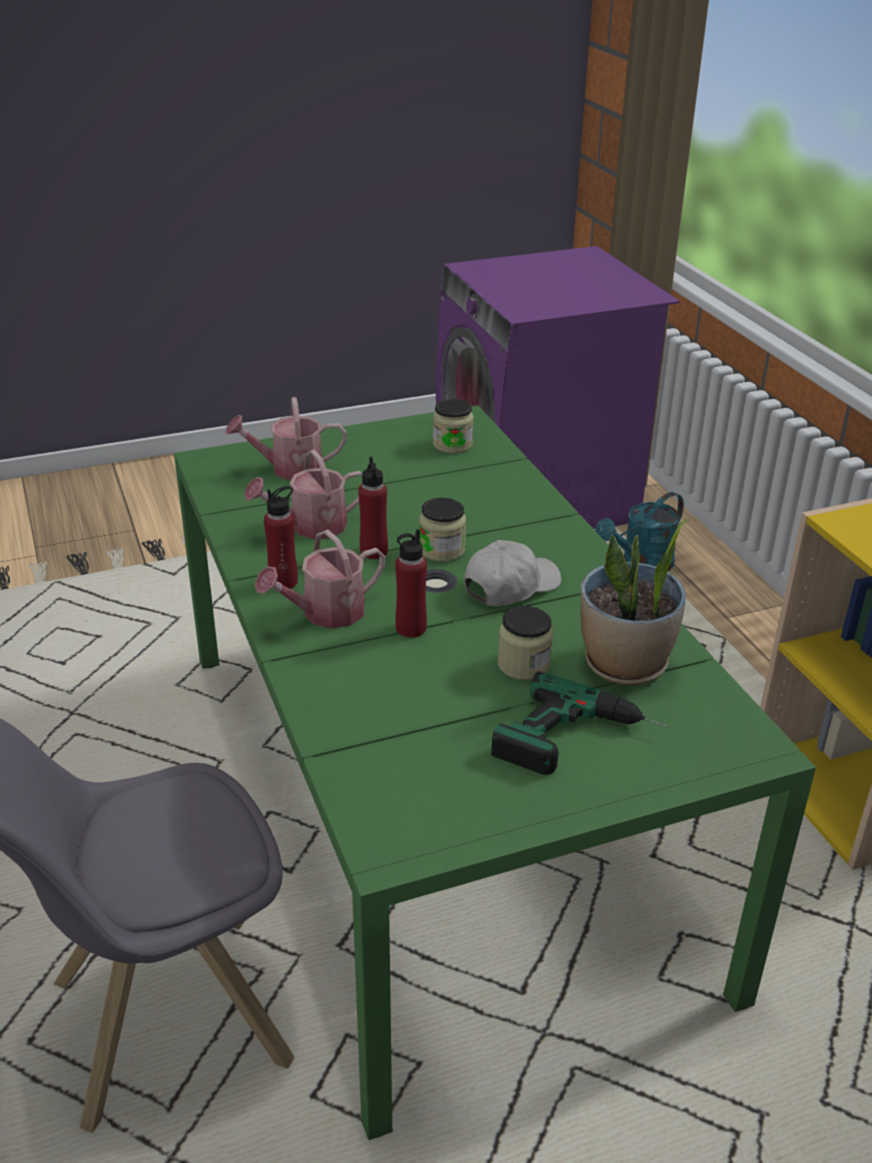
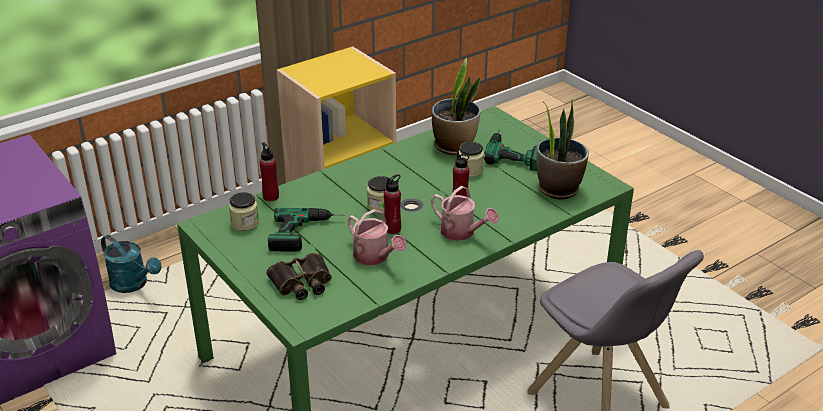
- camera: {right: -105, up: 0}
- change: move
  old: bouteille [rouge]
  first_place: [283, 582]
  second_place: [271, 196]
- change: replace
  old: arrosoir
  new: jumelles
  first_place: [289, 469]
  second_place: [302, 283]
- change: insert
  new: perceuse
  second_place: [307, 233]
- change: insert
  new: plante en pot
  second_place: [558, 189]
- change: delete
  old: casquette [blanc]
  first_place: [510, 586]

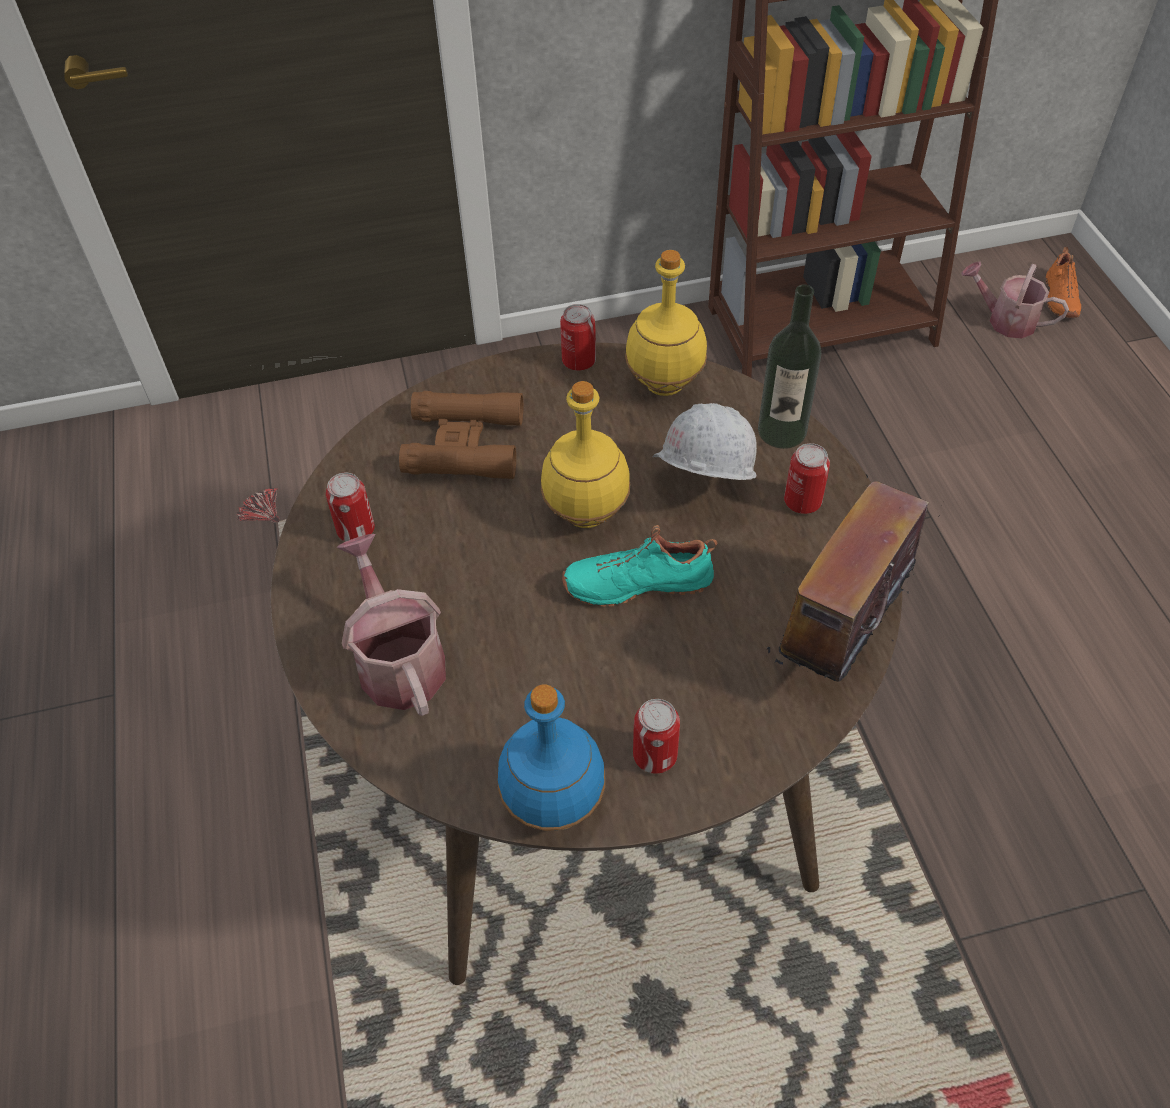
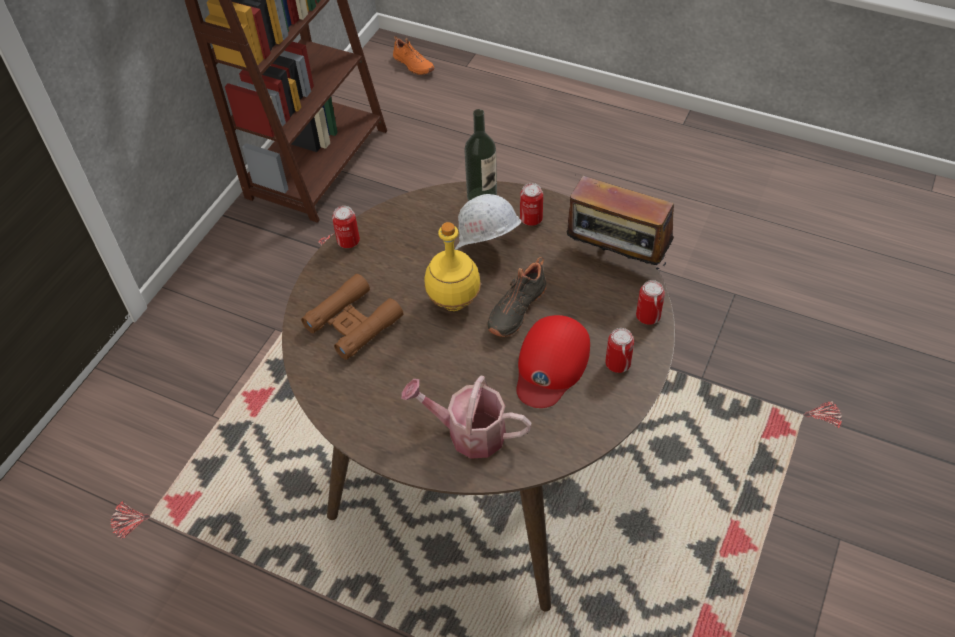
- camera: {right: -50, up: 0}
- change: recolor
  old: chaussure [turquoise]
  new: chaussure [noir]
  first_place: [637, 581]
  second_place: [515, 308]
- change: insert
  new: casquette [rouge]
  second_place: [551, 364]
- change: rotate
  old: radio
  first_place: [836, 637]
  second_place: [616, 259]
  degrees: -45
- change: move
  old: boîte métallique
  first_place: [356, 530]
  second_place: [648, 316]
- change: delete
  old: bouteille [bleu]
  first_place: [555, 803]
- change: delete
  old: bouteille [jaune]
  first_place: [665, 384]
- change: delete
  old: arrosoir
  first_place: [1005, 320]

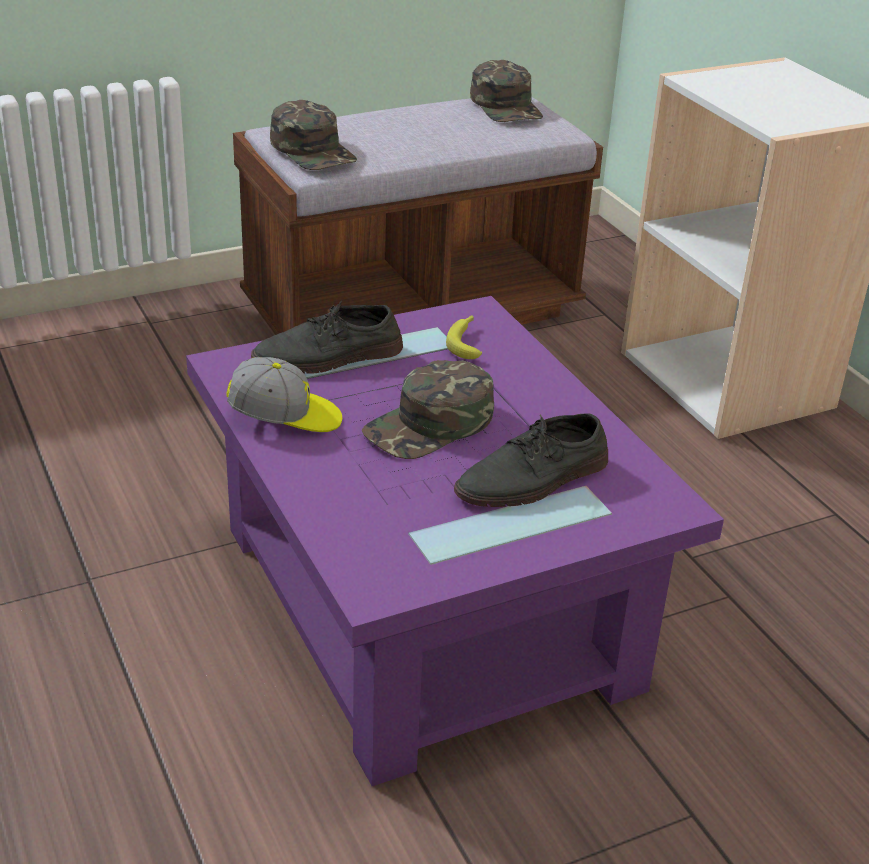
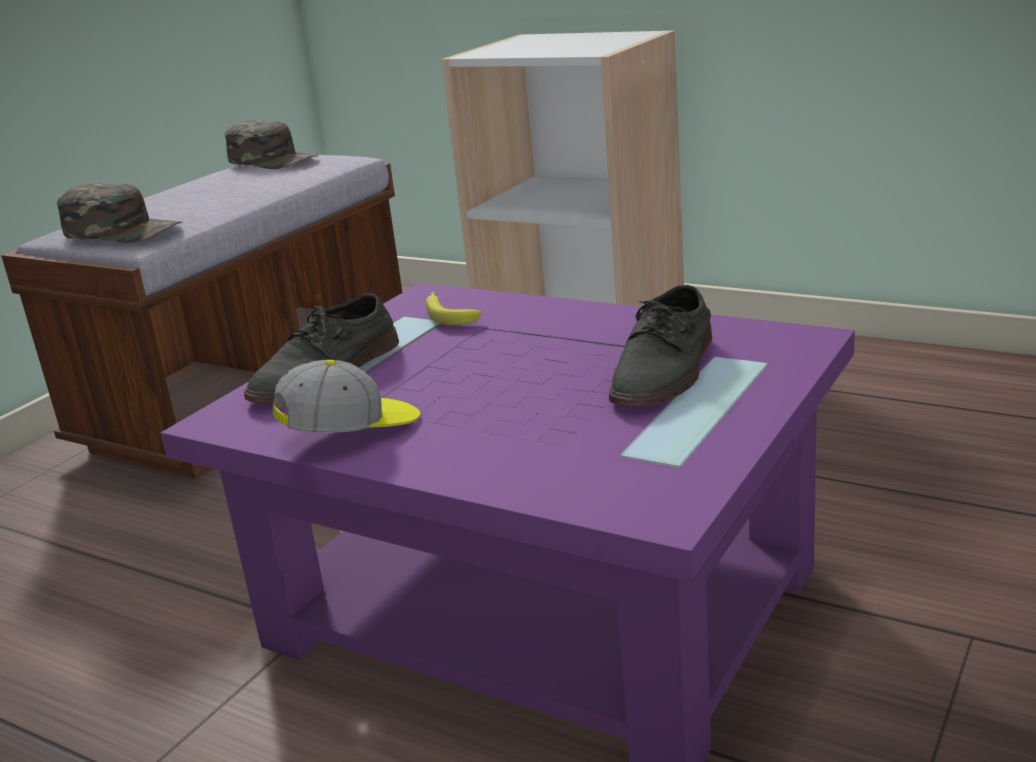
- camera: {right: -30, up: -10}
- change: delete
  old: casquette [vert]
  first_place: [430, 425]

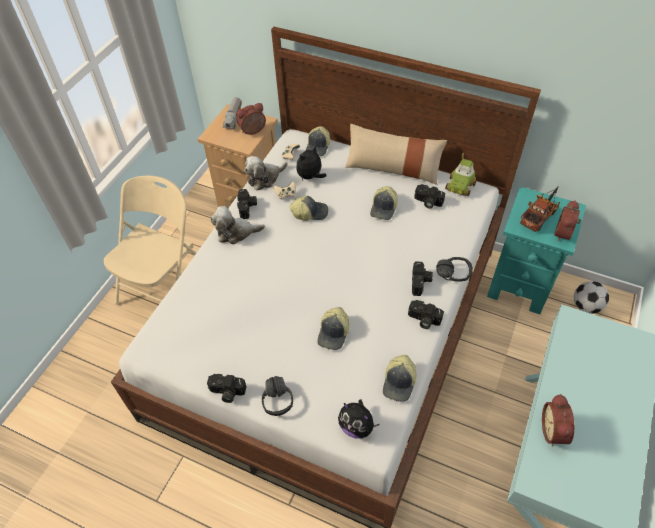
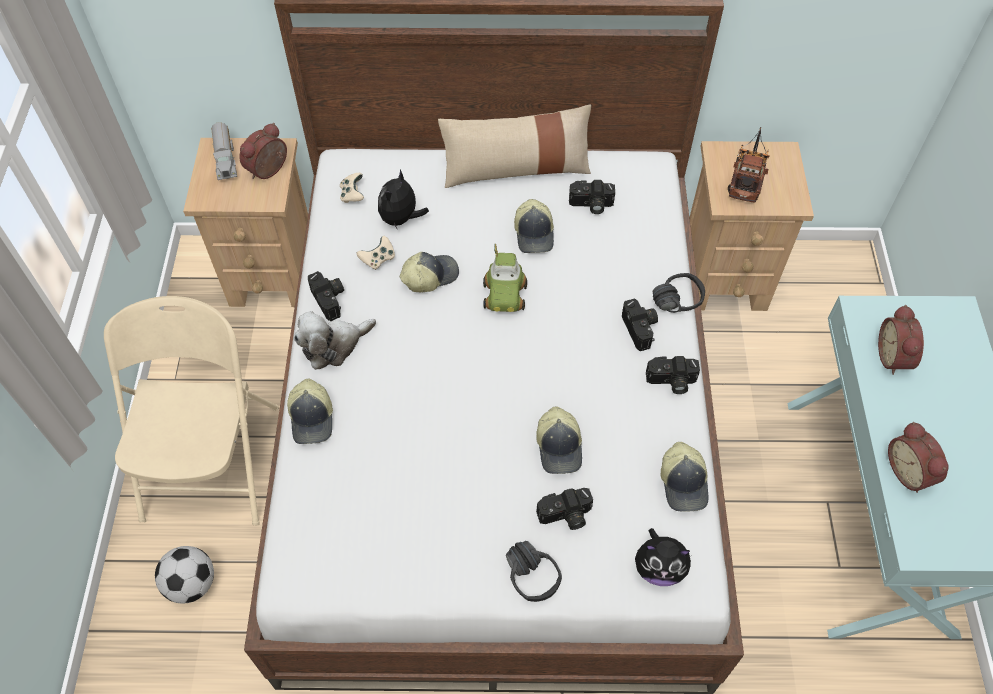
- camera: {right: -25, up: 5}
- change: move
  old: ballon de foot
  first_place: [585, 306]
  second_place: [191, 584]
- change: move
  old: casquette
  first_place: [318, 146]
  second_place: [313, 418]
- change: move
  old: petite voiture
  first_place: [460, 186]
  second_place: [505, 295]
- change: move
  old: appareil photo
  first_place: [226, 392]
  second_place: [565, 516]
- change: recolor
  old: table de chevet [turquoise]
  new: table de chevet [beige]
  first_place: [519, 286]
  second_place: [724, 280]
- change: move
  old: réveil
  first_place: [564, 233]
  second_place: [895, 357]
- change: delete
  old: peluche
  first_place: [265, 178]

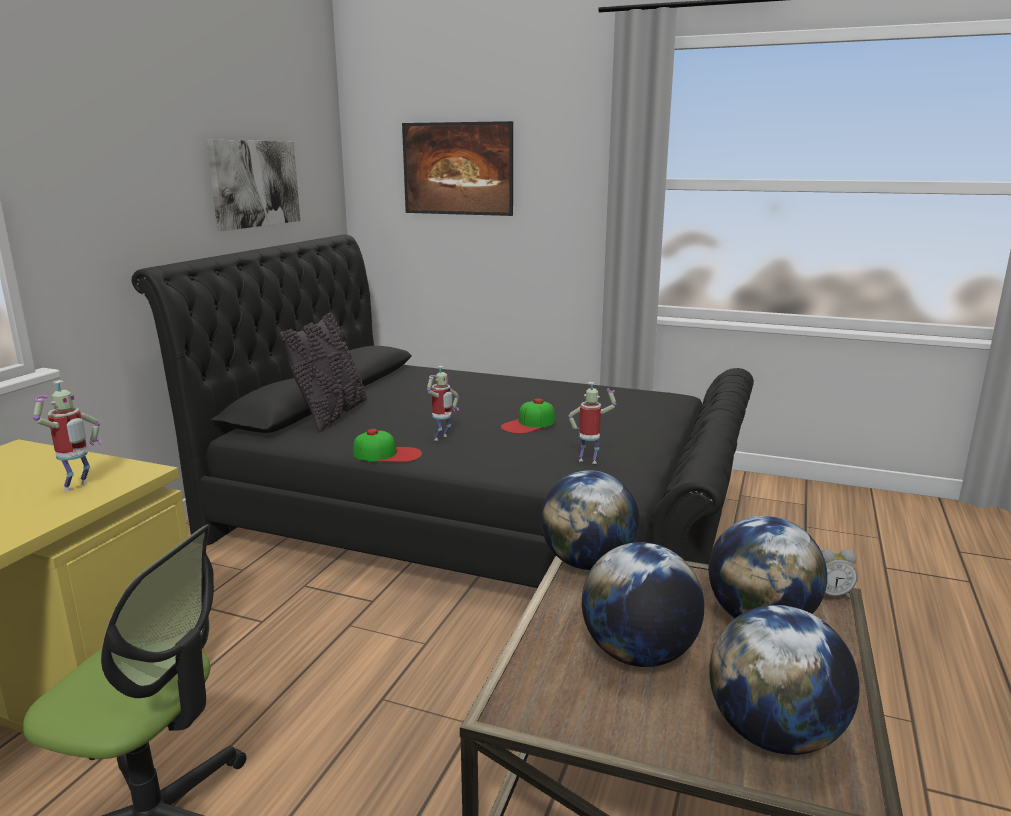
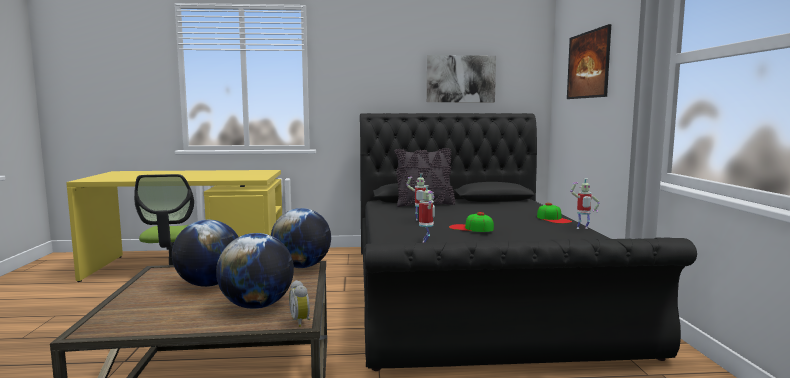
- camera: {right: 65, up: -10}
- change: move
  old: casquette
  first_place: [387, 454]
  second_place: [553, 219]
- change: move
  old: robot jouet
  first_place: [78, 487]
  second_place: [582, 228]
- change: delete
  old: globe
  first_place: [774, 734]

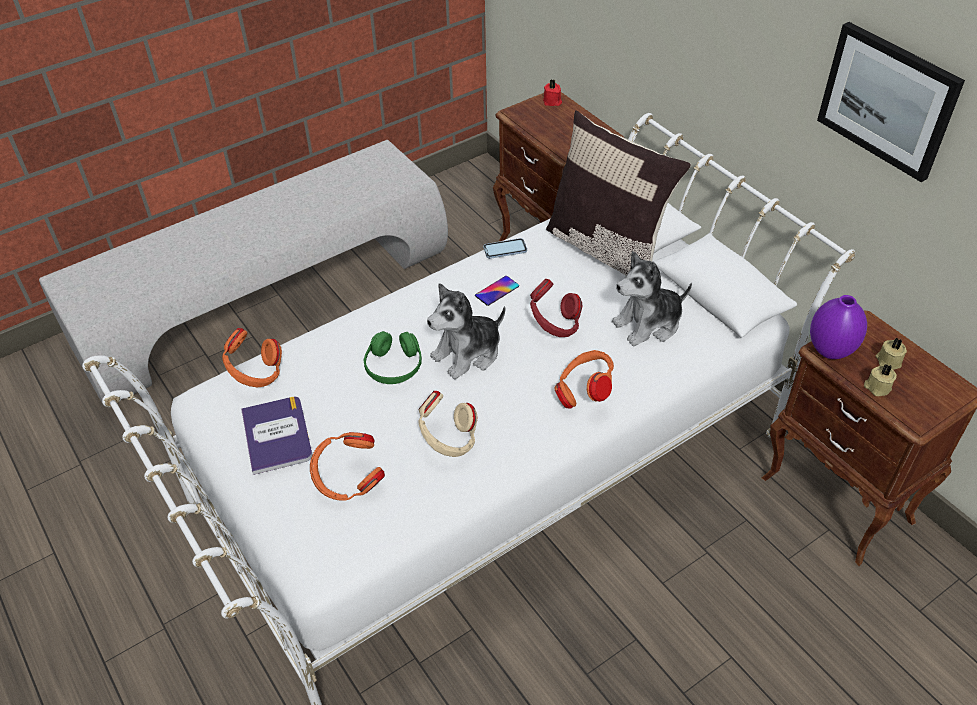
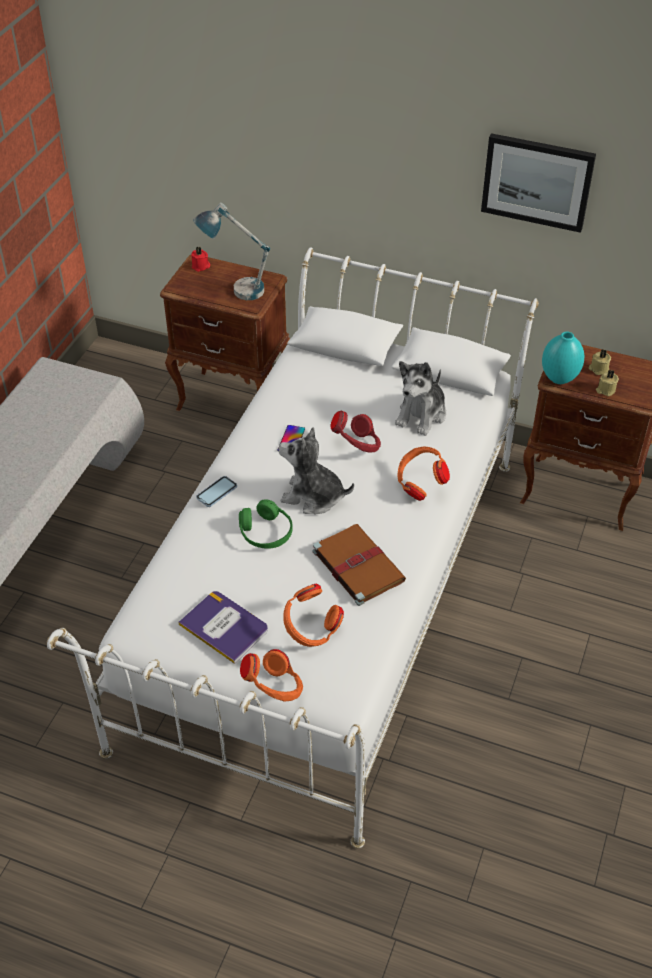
- camera: {right: -35, up: 0}
- change: insert
  new: lampe de table
  second_place: [235, 289]
- change: move
  old: téléphone
  first_place: [505, 249]
  second_place: [216, 492]
- change: move
  old: casque audio [orange]
  first_place: [256, 375]
  second_place: [274, 689]
- change: rotate
  old: peluche
  first_place: [468, 353]
  second_place: [313, 496]
  degrees: 90
- change: replace
  old: casque audio [beige]
  new: livre [marron]
  first_place: [448, 441]
  second_place: [357, 565]
- change: recolor
  old: vase [violet]
  new: vase [turquoise]
  first_place: [829, 351]
  second_place: [559, 379]
- change: delete
  old: coussin
  first_place: [607, 250]

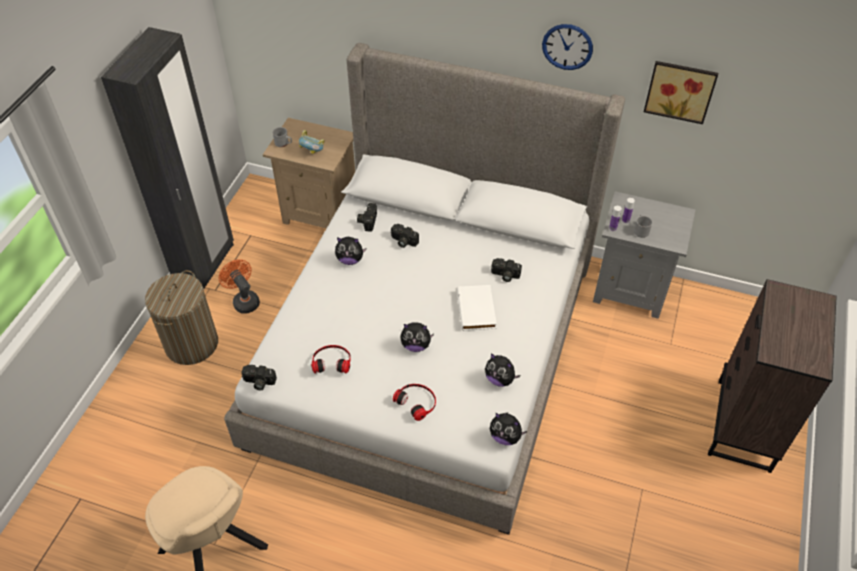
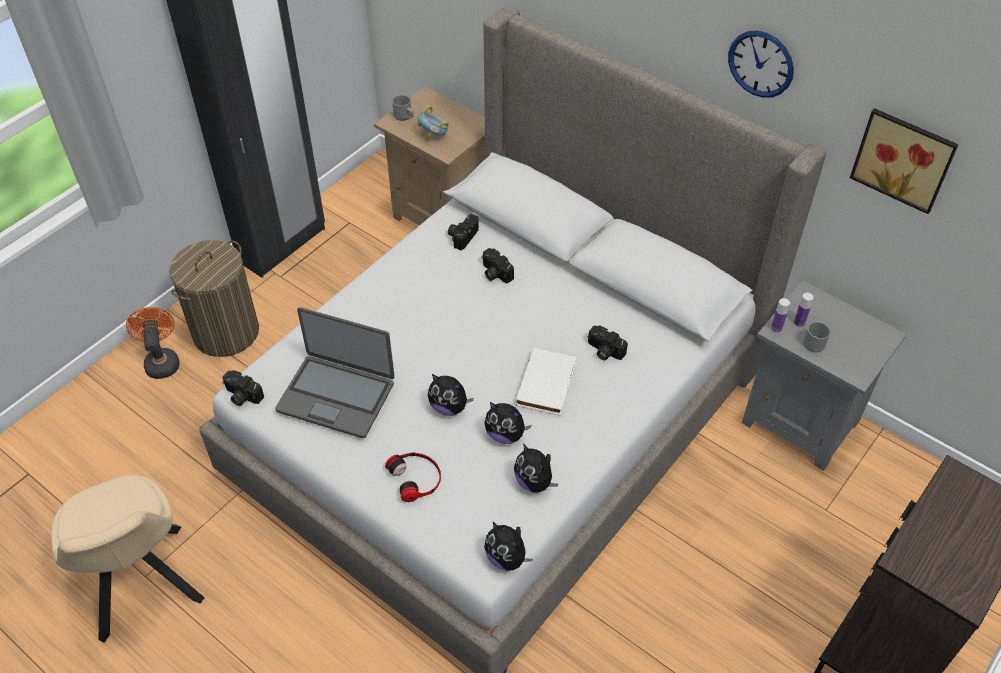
- camera: {right: 20, up: 0}
- change: move
  old: ventilateur [orange]
  first_place: [244, 300]
  second_place: [161, 361]
- change: replace
  old: casque audio
  new: ordinateur portable
  first_place: [332, 361]
  second_place: [336, 396]
- change: move
  old: peluche
  first_place: [350, 260]
  second_place: [505, 434]

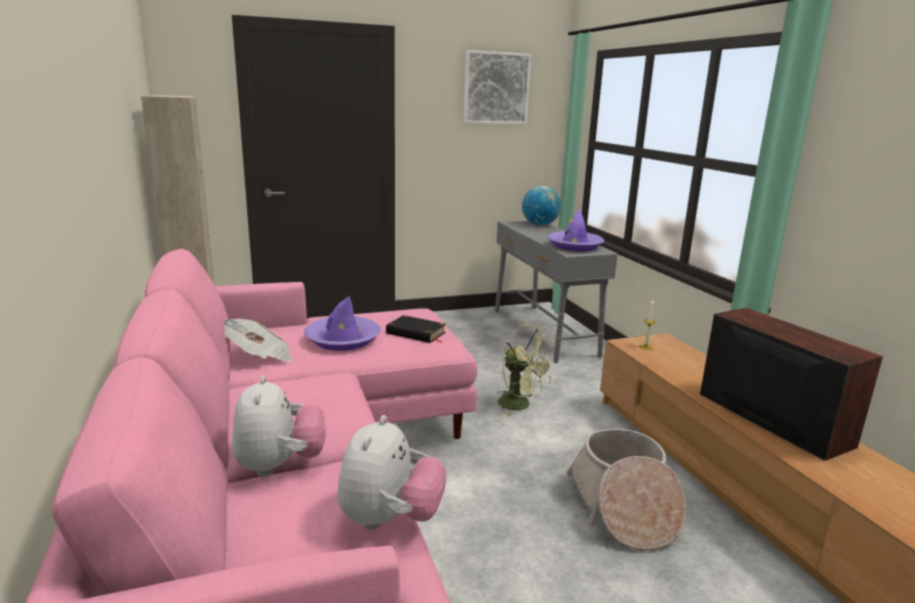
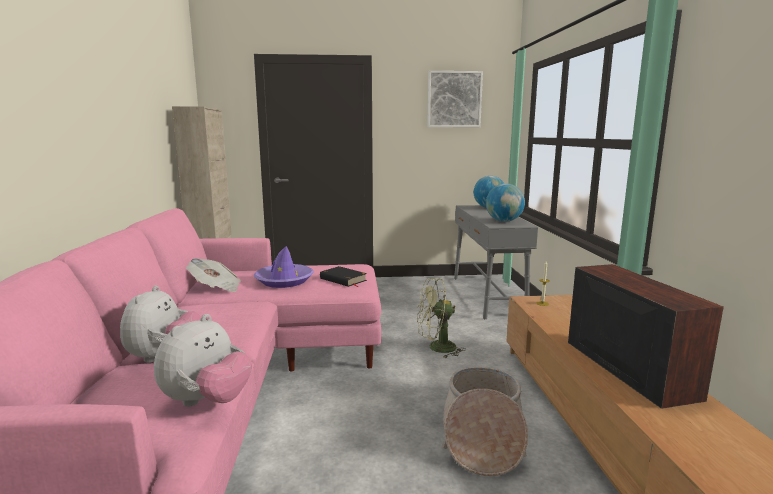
- camera: {right: 15, up: -5}
- change: rotate
  old: ventilateur [vert]
  first_place: [521, 405]
  second_place: [436, 348]
  degrees: 120
- change: replace
  old: chapeau [violet]
  new: globe
  first_place: [575, 246]
  second_place: [504, 221]

